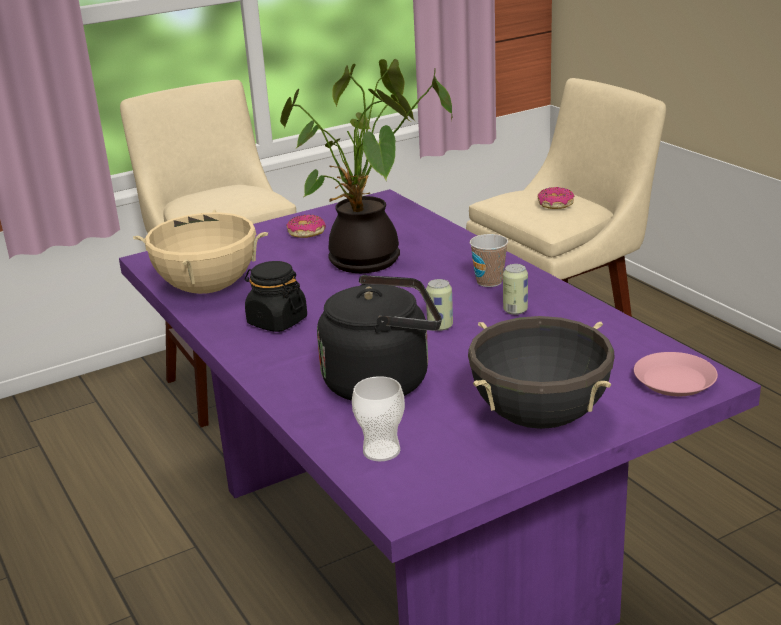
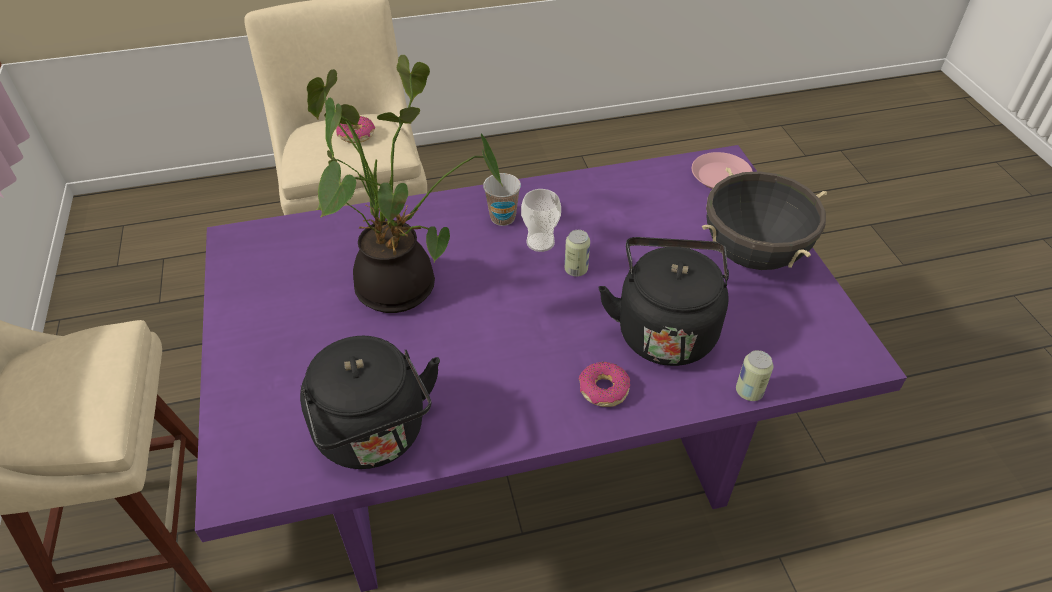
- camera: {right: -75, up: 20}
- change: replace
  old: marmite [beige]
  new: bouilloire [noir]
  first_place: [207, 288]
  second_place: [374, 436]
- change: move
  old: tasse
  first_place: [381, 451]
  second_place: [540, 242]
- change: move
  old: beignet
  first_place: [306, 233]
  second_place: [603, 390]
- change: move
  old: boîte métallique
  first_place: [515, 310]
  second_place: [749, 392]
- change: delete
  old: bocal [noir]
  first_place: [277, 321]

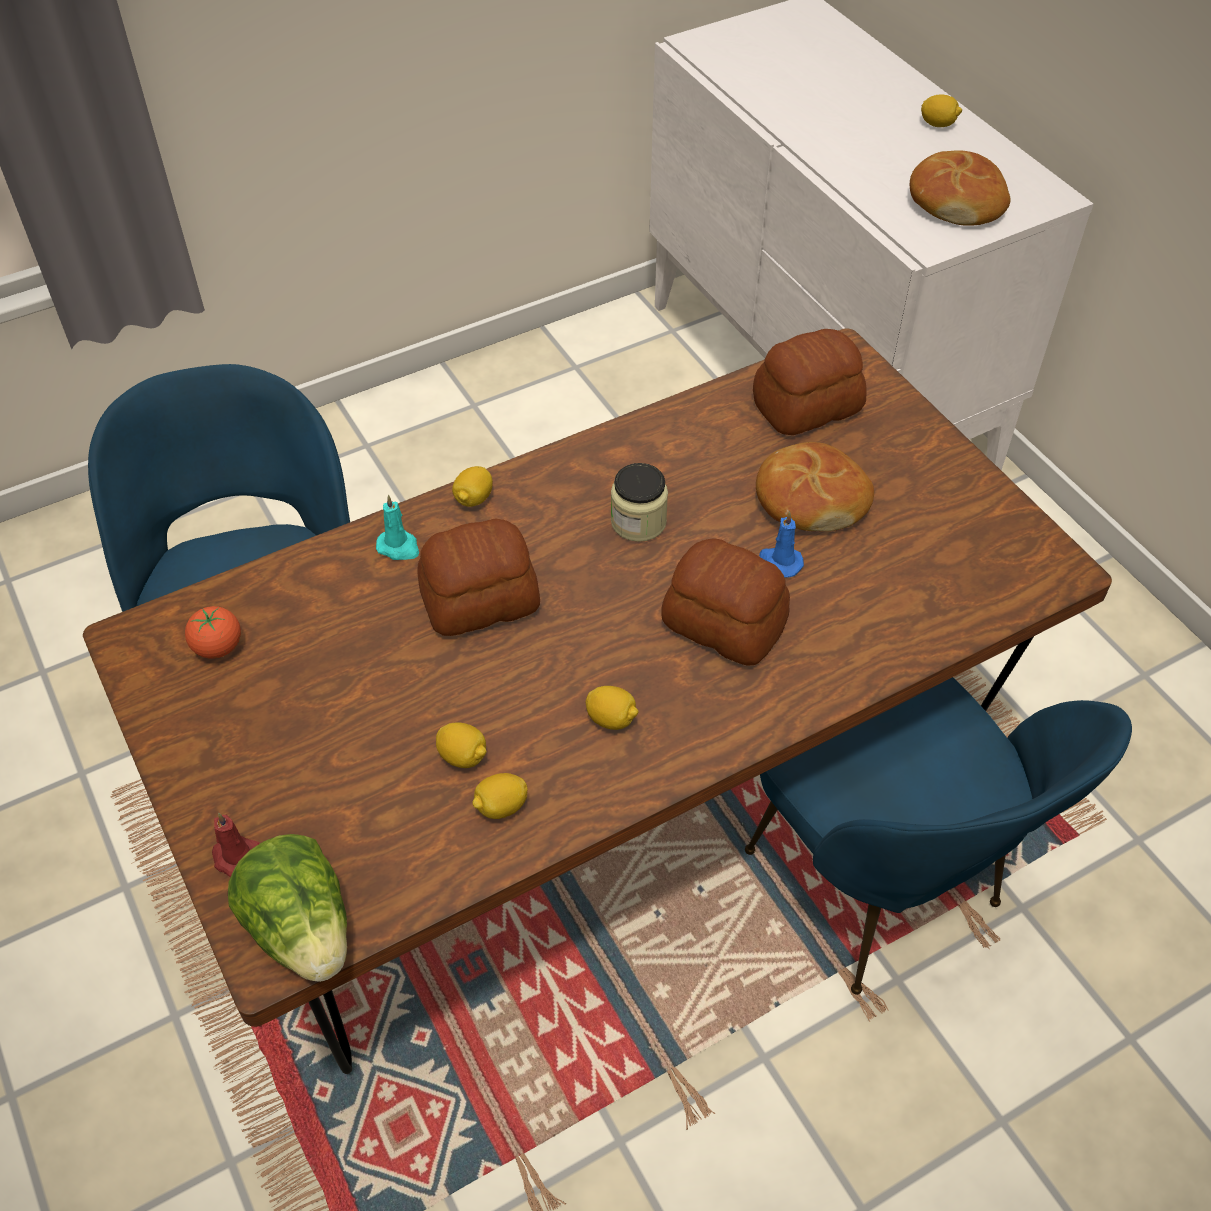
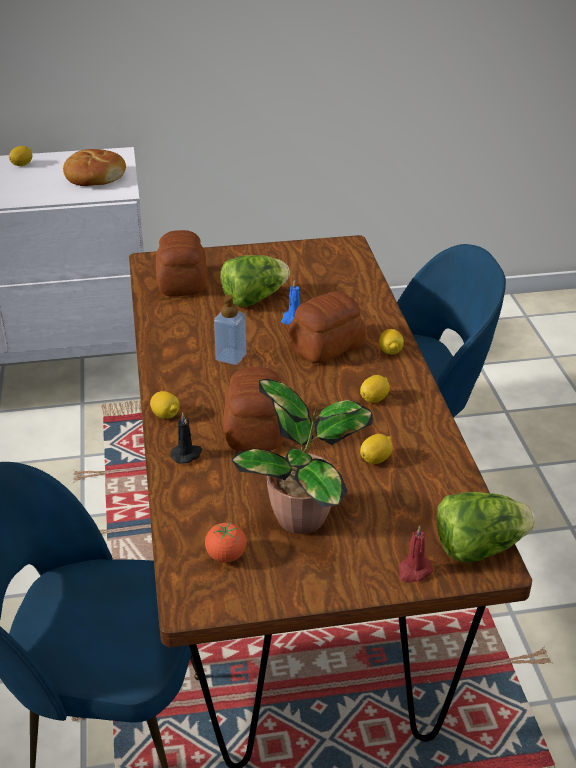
- camera: {right: -70, up: -15}
- change: recolor
  old: bougie [turquoise]
  new: bougie [noir]
  first_place: [399, 547]
  second_place: [187, 454]
- change: replace
  old: bocal
  new: distributeur de savon
  first_place: [638, 522]
  second_place: [231, 357]
- change: replace
  old: pain
  new: laitue
  first_place: [810, 500]
  second_place: [254, 298]
- change: insert
  new: plante en pot
  second_place: [305, 517]
- change: move
  old: citron
  first_place: [501, 807]
  second_place: [390, 351]

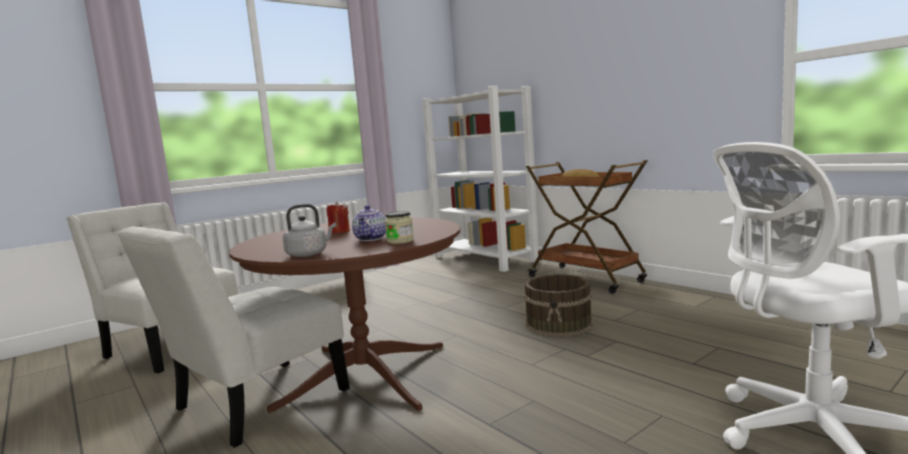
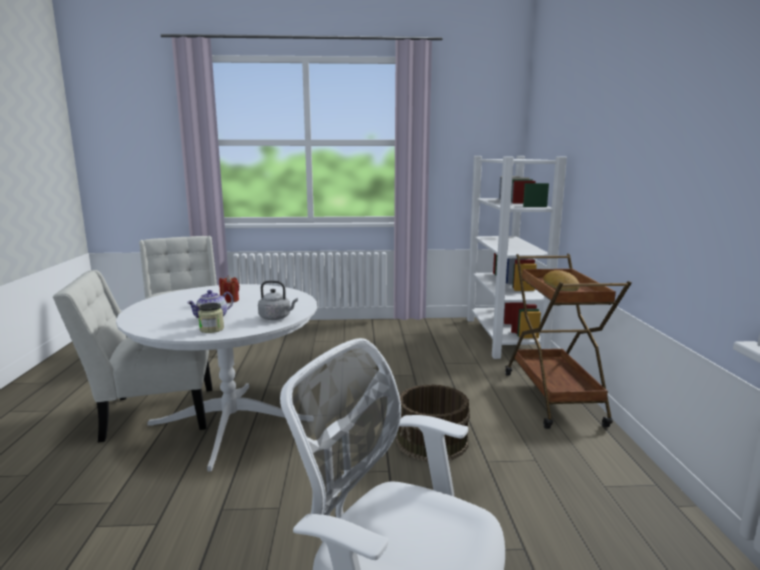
- camera: {right: 35, up: 5}
- change: recolor
  old: table à manger [marron]
  new: table à manger [blanc]
  first_place: [364, 376]
  second_place: [230, 422]
- change: move
  old: bouilloire [gris]
  first_place: [309, 254]
  second_place: [276, 318]

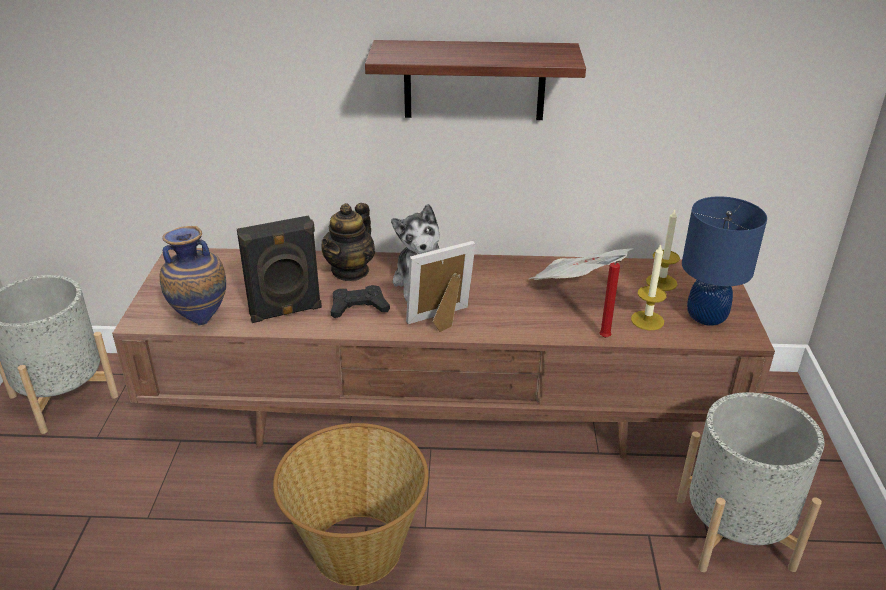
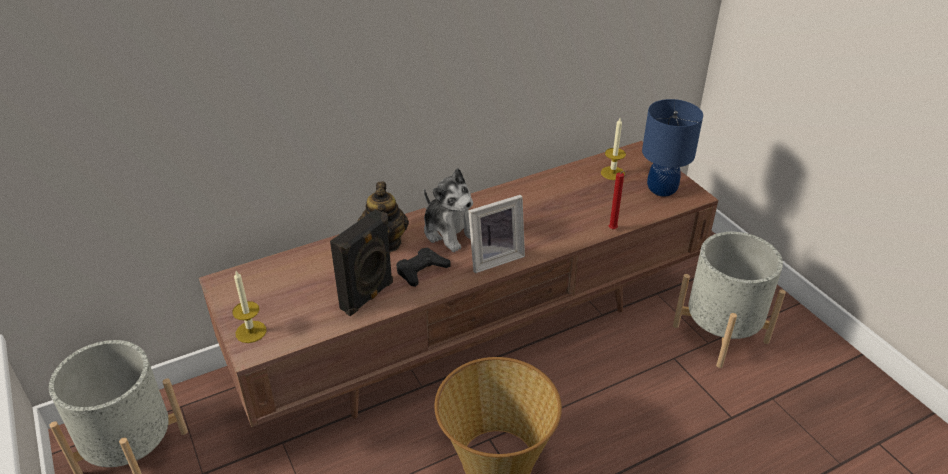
- camera: {right: -30, up: 5}
- change: move
  old: bougie
  first_place: [647, 320]
  second_place: [251, 332]
- change: rotate
  old: cadre photo
  first_place: [442, 321]
  second_place: [494, 258]
  degrees: -150
- change: delete
  old: vase
  first_place: [201, 320]
- change: delete
  old: étagère
  first_place: [474, 80]
- change: delete
  old: journal
  first_place: [576, 286]

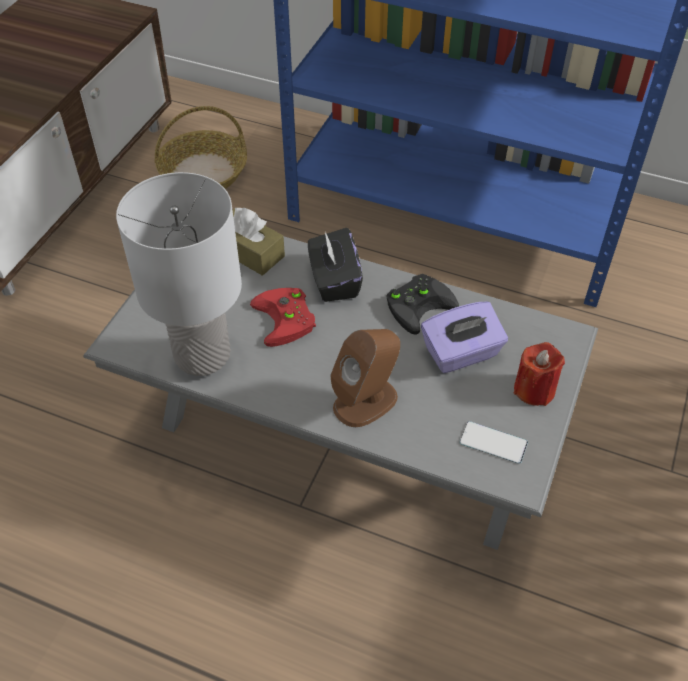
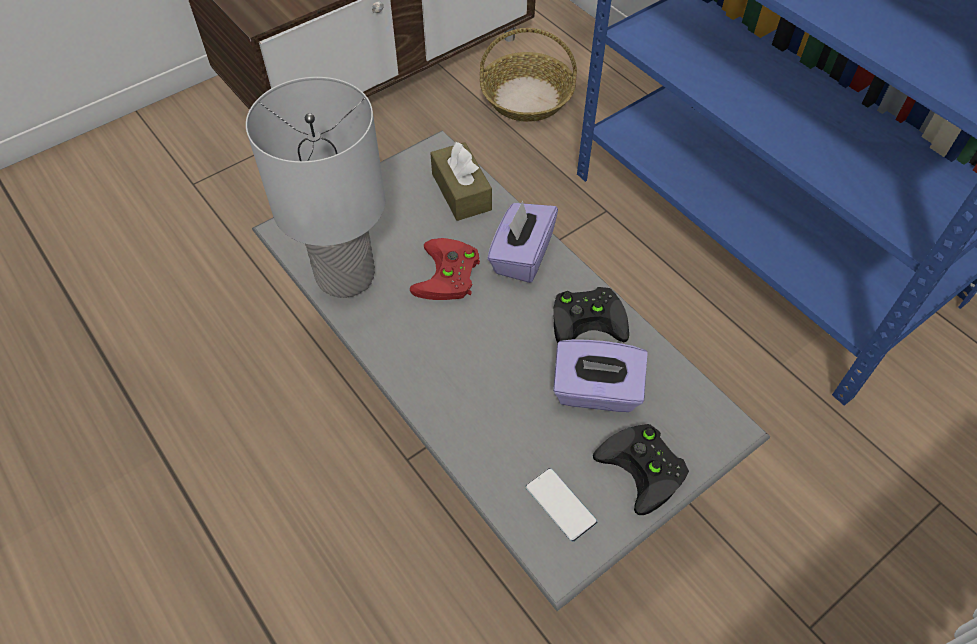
- camera: {right: 30, up: 5}
- change: recolor
  old: boîte à mouchoirs [noir]
  new: boîte à mouchoirs [violet]
  first_place: [334, 280]
  second_place: [521, 256]
- change: replace
  old: bougie [rouge]
  new: manette [noir]
  first_place: [534, 389]
  second_place: [646, 469]
- change: delete
  old: enceinte [marron]
  first_place: [366, 401]

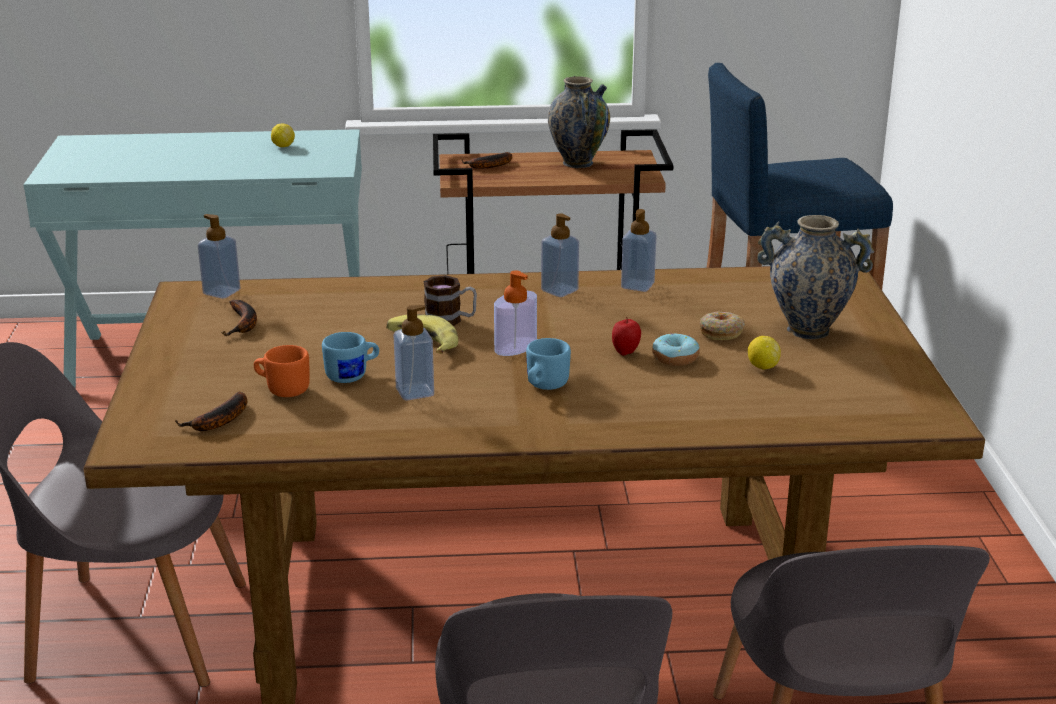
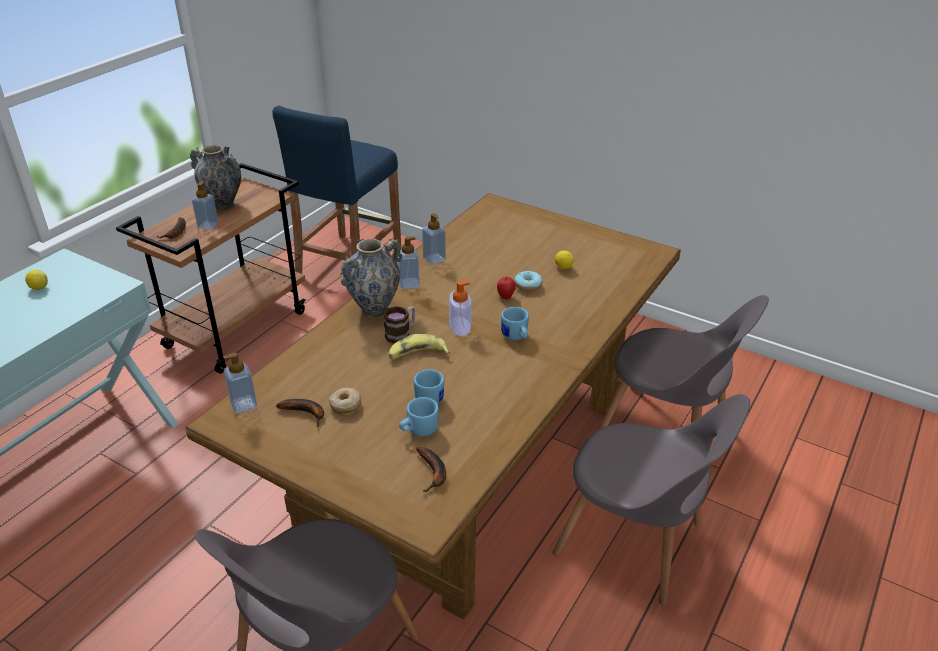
- camera: {right: -55, up: 10}
- change: move
  old: distributeur de savon
  first_place: [415, 392]
  second_place: [208, 225]
- change: move
  old: beignet
  first_place: [721, 332]
  second_place: [345, 405]
- change: move
  old: vase
  first_place: [808, 330]
  second_place: [374, 309]
- change: recolor
  old: mug [orange]
  new: mug [bleu]
  first_place: [282, 389]
  second_place: [418, 430]

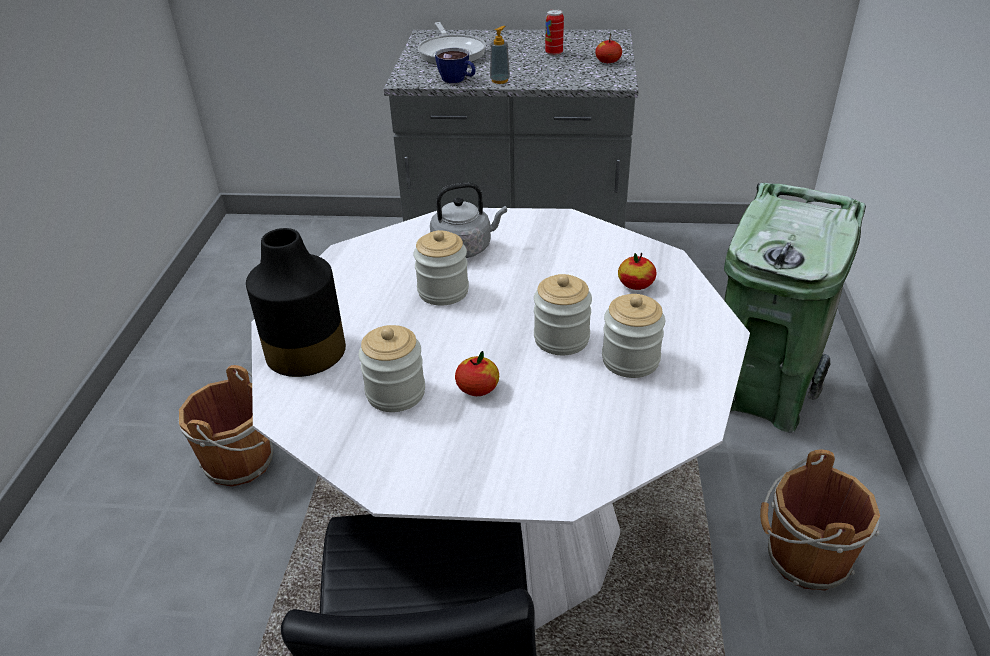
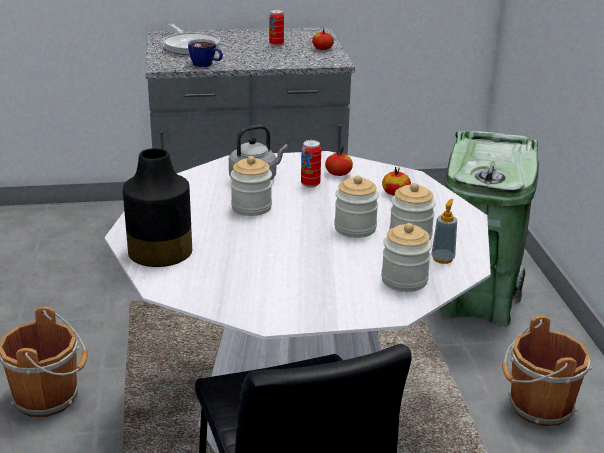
- camera: {right: -15, up: -10}
- change: insert
  new: boîte métallique
  second_place: [310, 184]
- change: move
  old: pomme
  first_place: [477, 388]
  second_place: [338, 173]
- change: move
  old: bocal
  first_place: [395, 393]
  second_place: [404, 280]
- change: move
  old: distributeur de savon
  first_place: [500, 80]
  second_place: [442, 259]

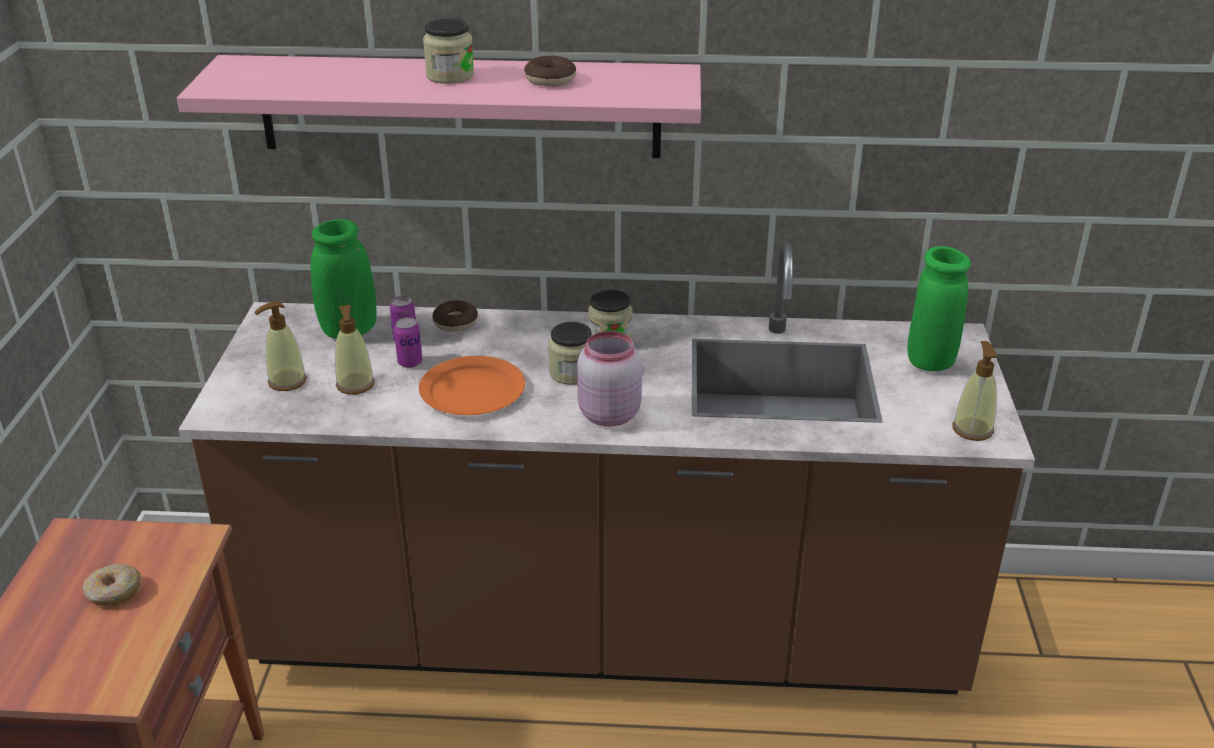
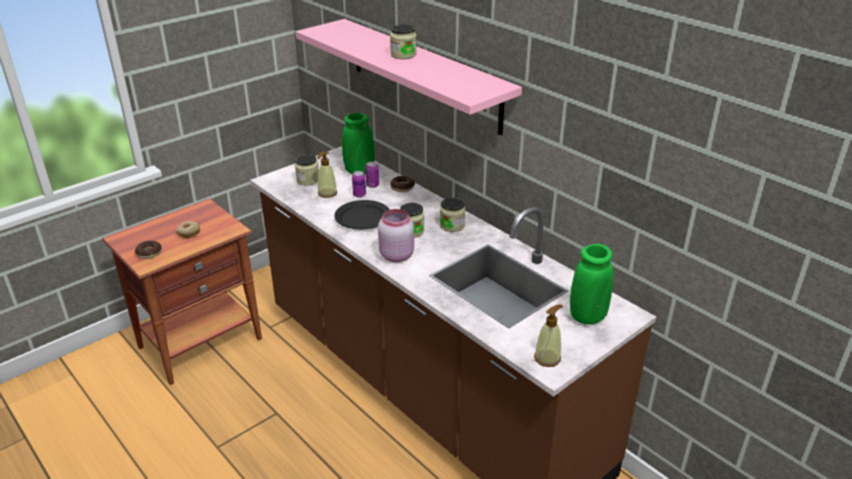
- camera: {right: 45, up: 0}
- change: move
  old: beignet
  first_place: [550, 80]
  second_place: [149, 253]
- change: replace
  old: distributeur de savon
  new: bocal
  first_place: [287, 381]
  second_place: [308, 180]
- change: recolor
  old: assiette [orange]
  new: assiette [noir]
  first_place: [473, 390]
  second_place: [363, 217]

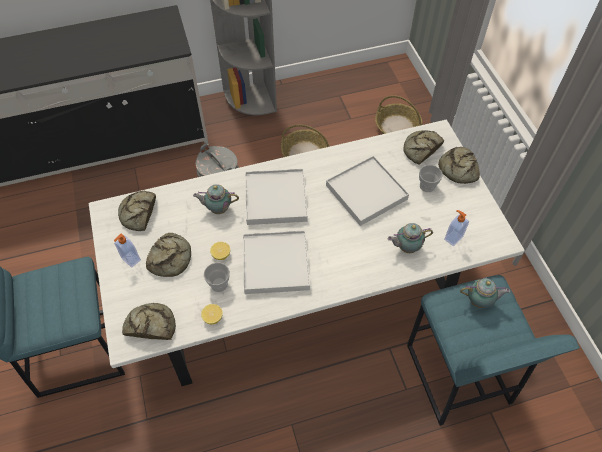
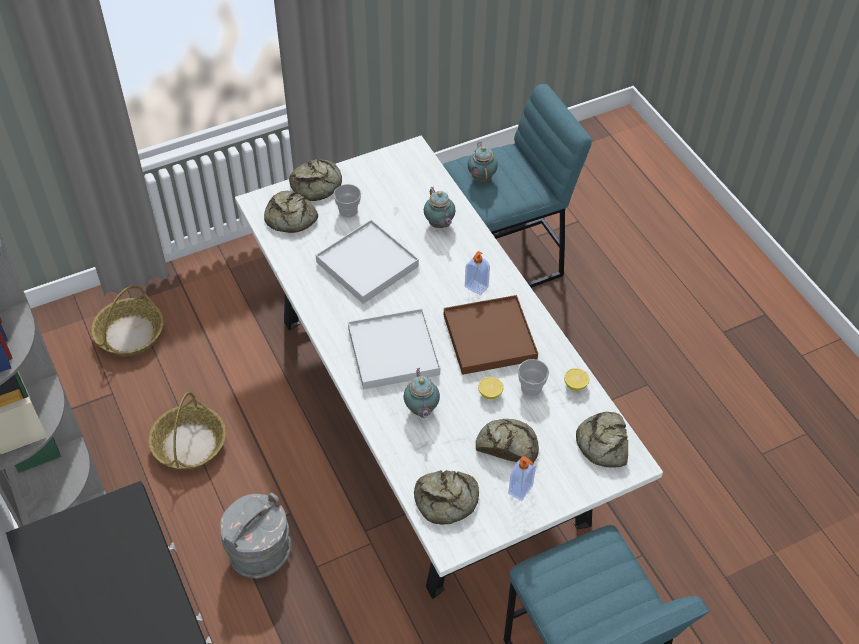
- camera: {right: -100, up: -5}
- change: recolor
  old: plateau [blanc]
  new: plateau [marron]
  first_place: [275, 263]
  second_place: [489, 338]
- change: move
  old: distributeur de savon
  first_place: [453, 237]
  second_place: [476, 287]

